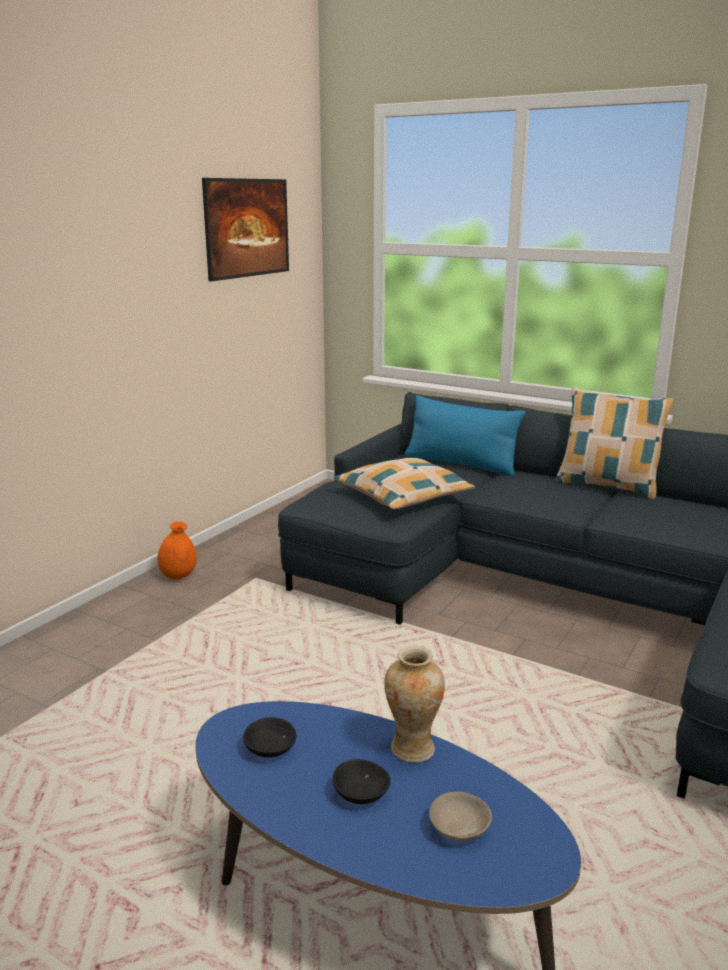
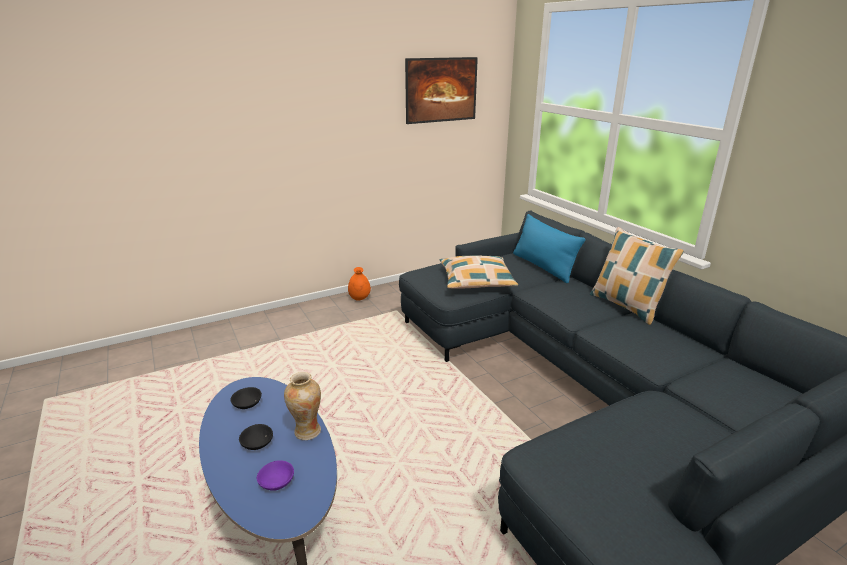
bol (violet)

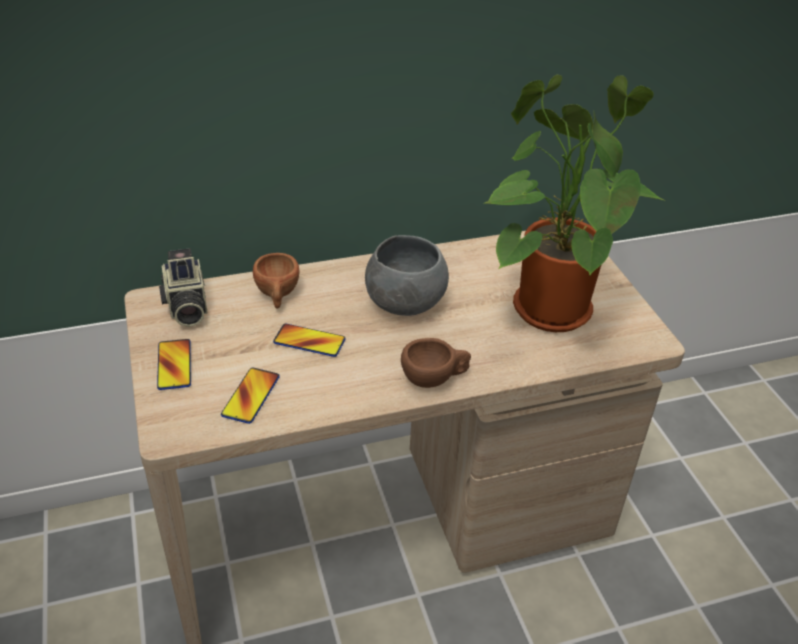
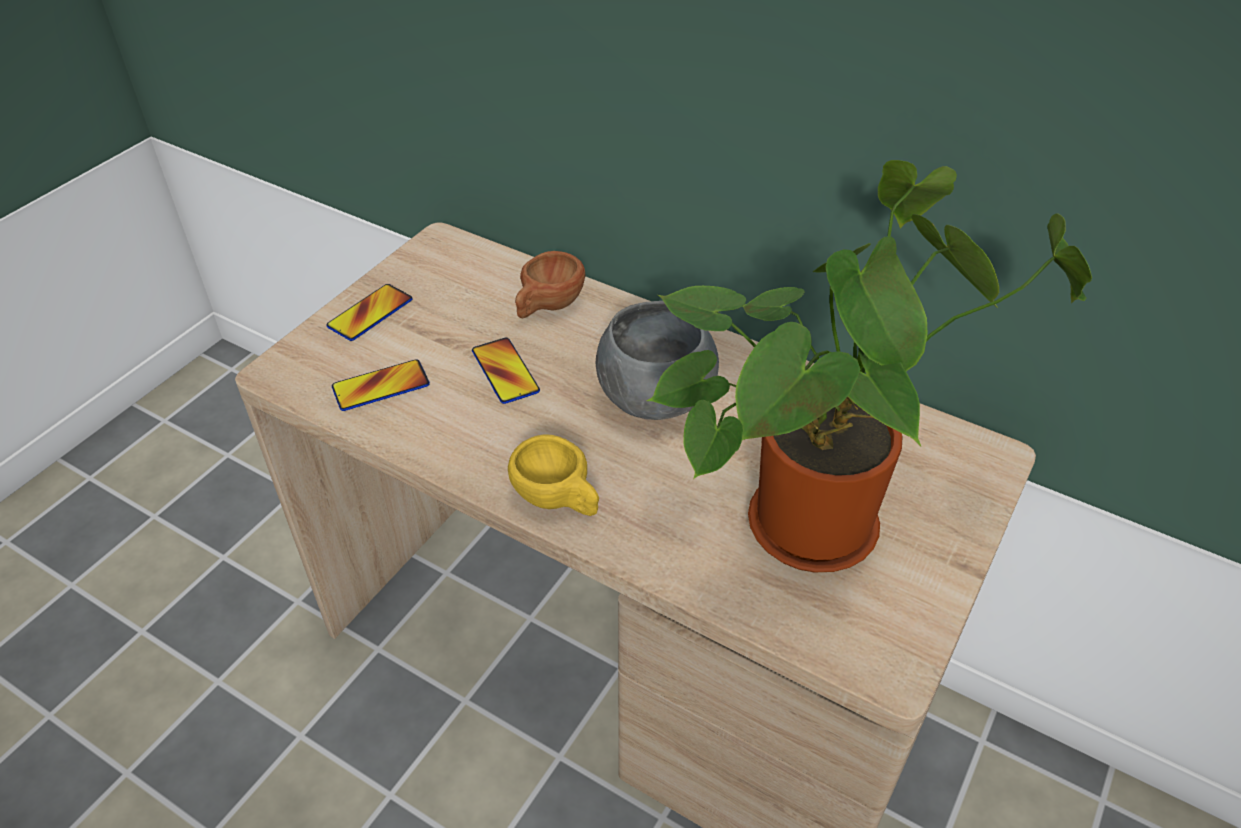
tasse (jaune); appareil photo

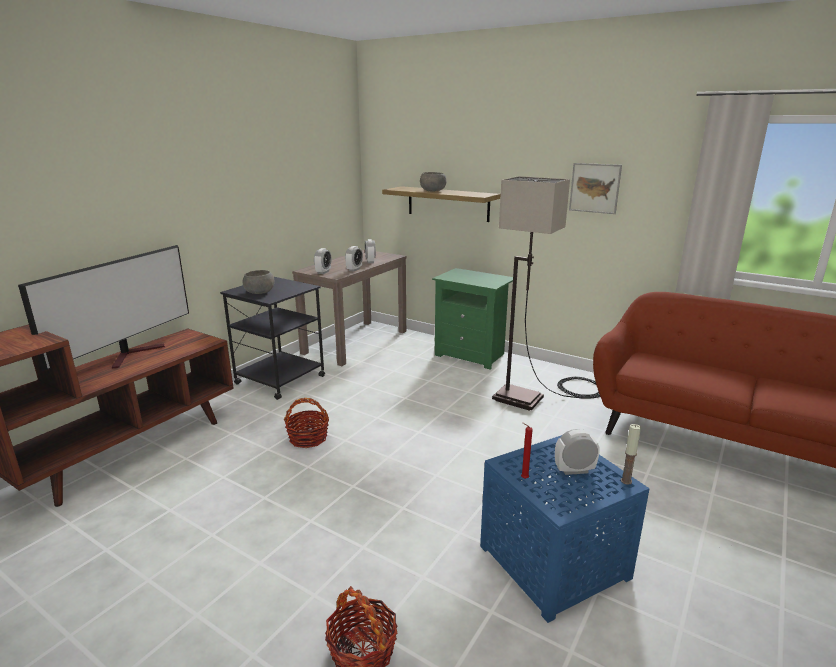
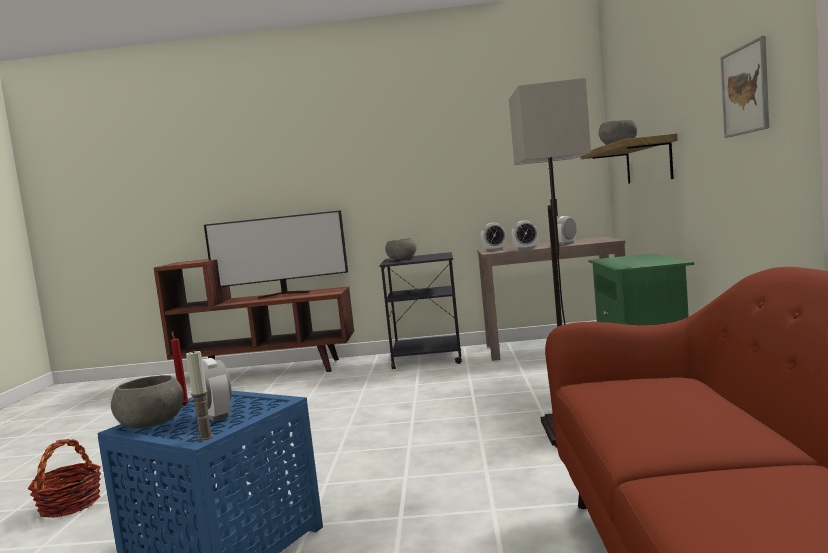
bol (gris) (no. 1 from left); panier (no. 1 from left in the first image)

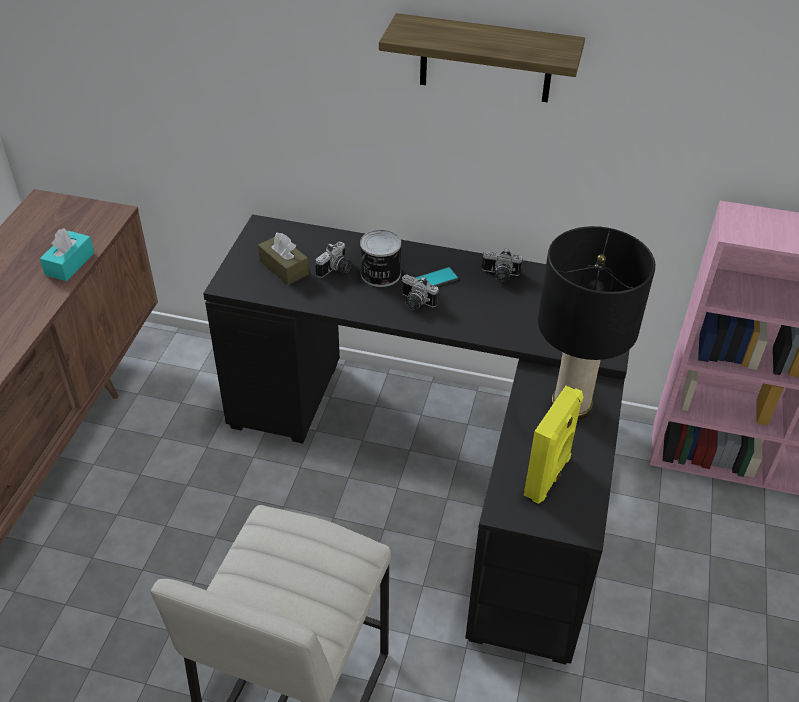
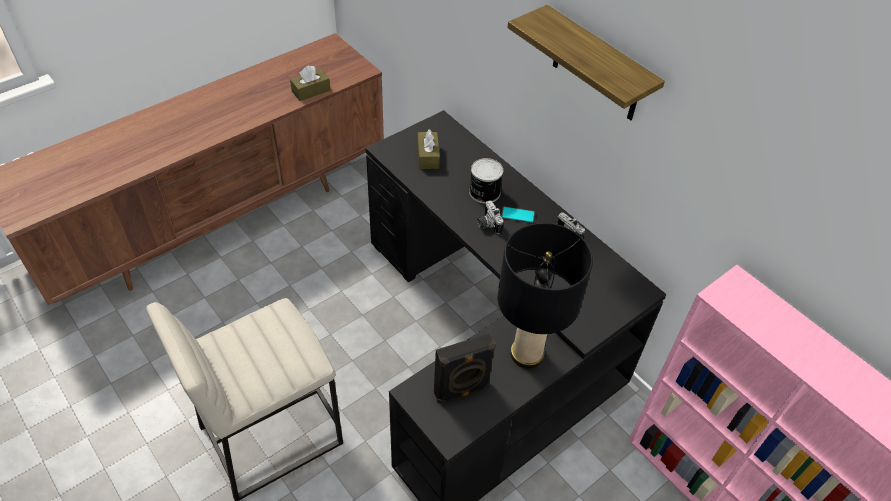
boîte à mouchoirs (marron) (no. 1 from left); enceinte (noir); appareil photo (no. 1 from left in the first image)

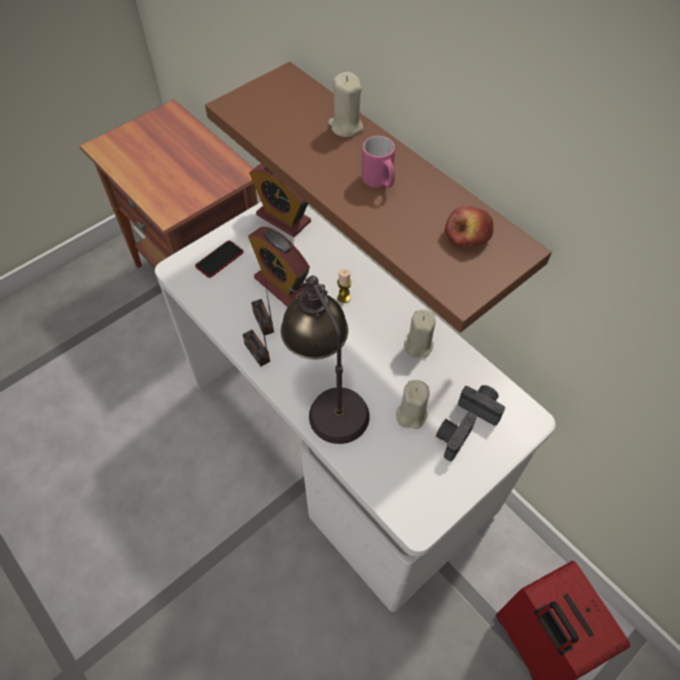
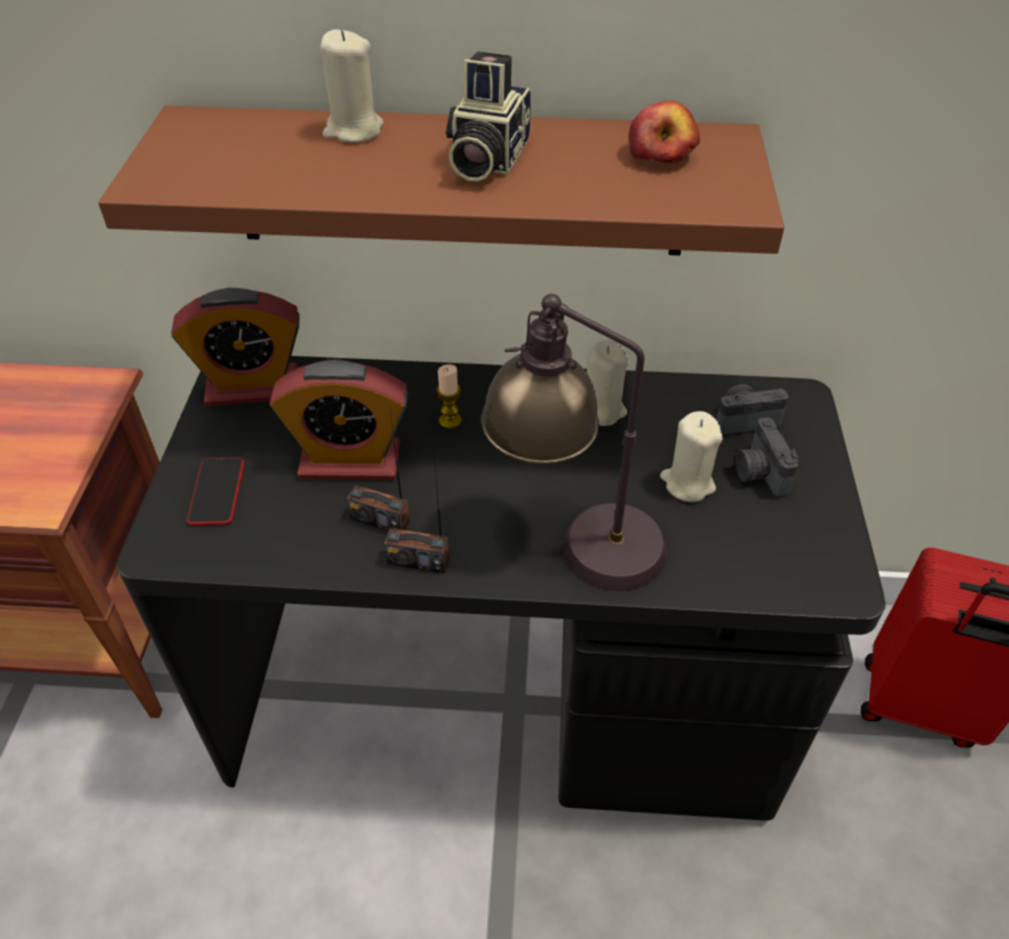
bureau (noir); appareil photo (no. 1 from left)

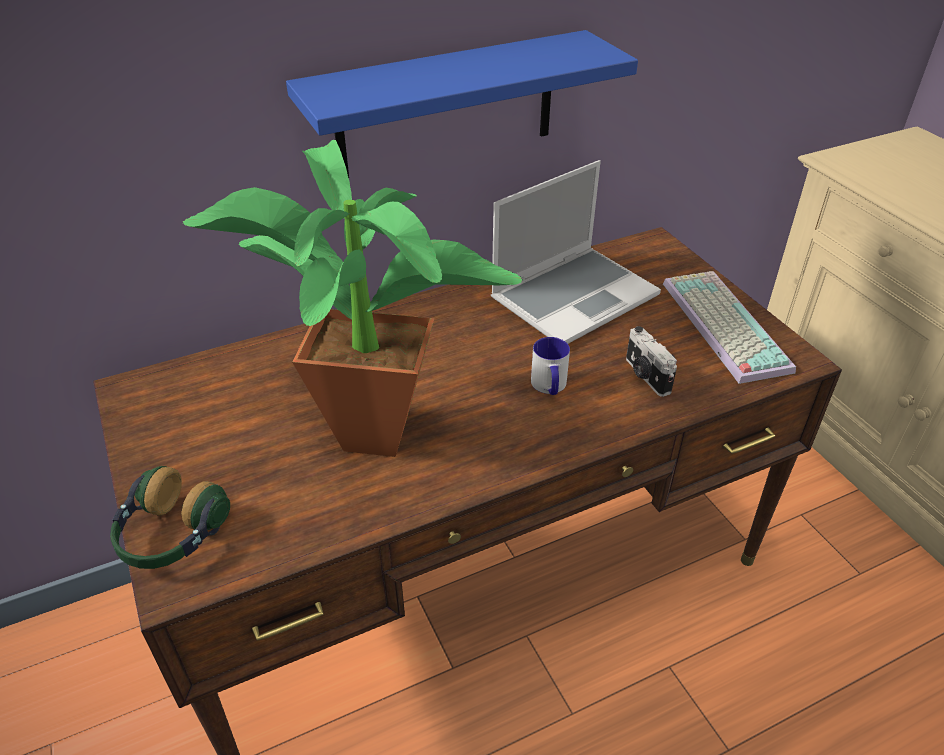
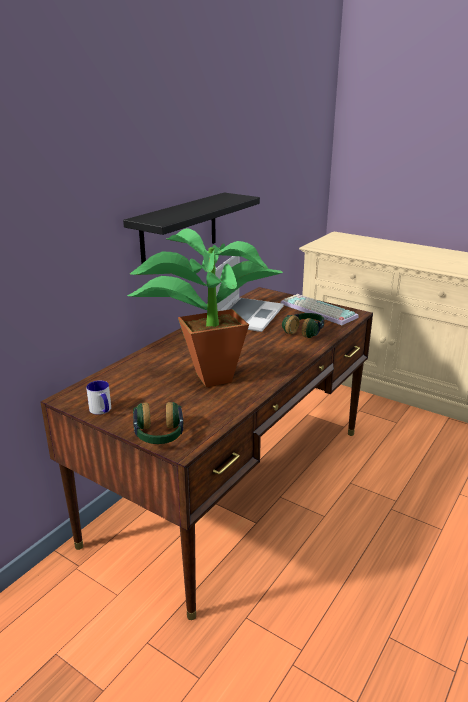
mug; étagère (noir); casque audio (no. 2 from left)

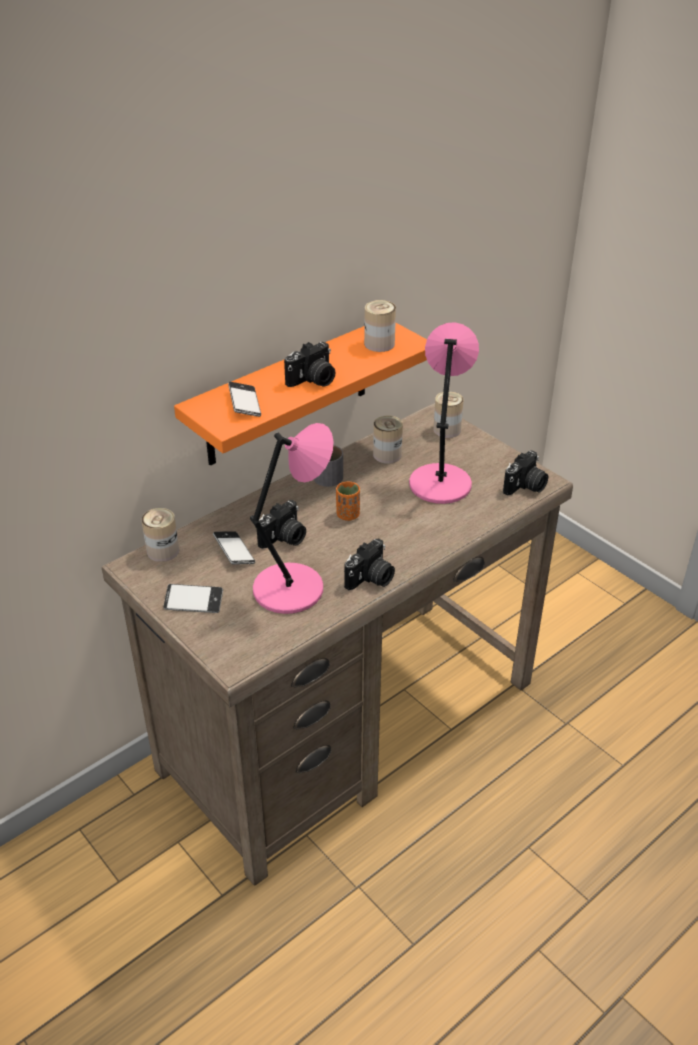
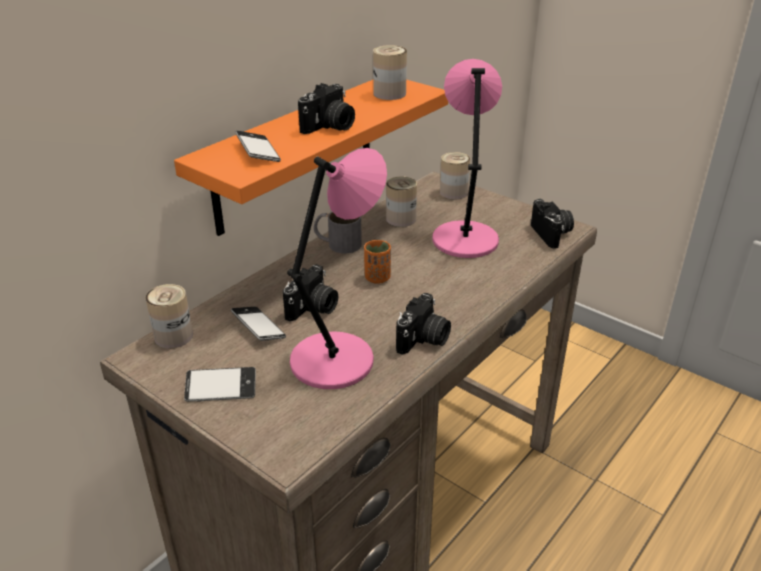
appareil photo (no. 4 from left)

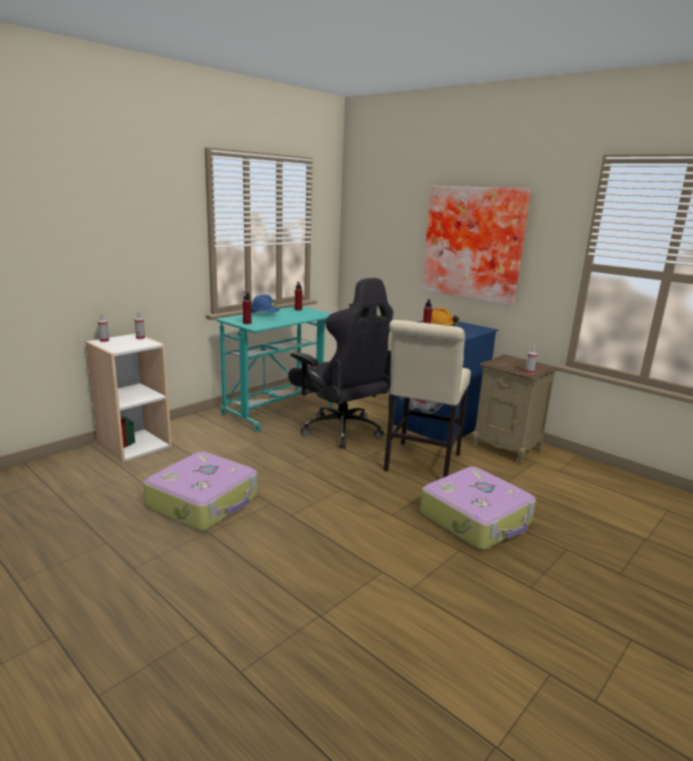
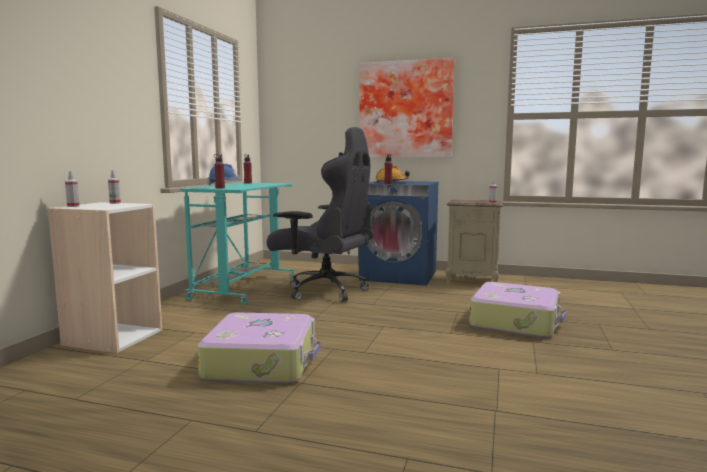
tabouret (beige)

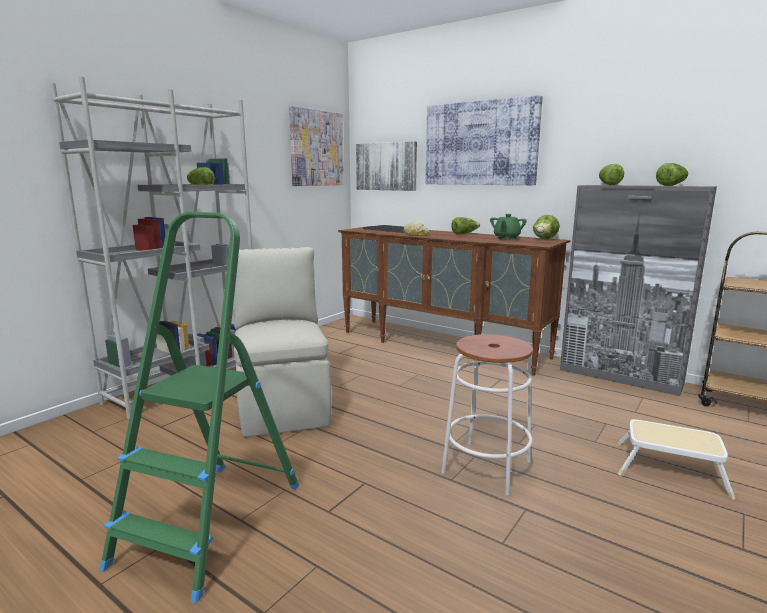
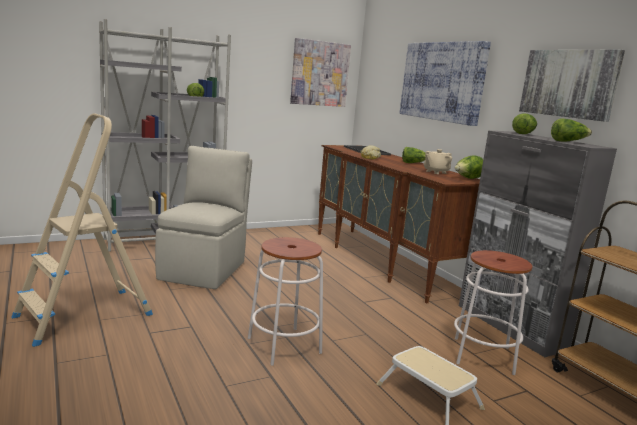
escabeau (beige) (no. 1 from left); théière (beige); tabouret (blanc) (no. 2 from left); tableau (no. 3 from left)

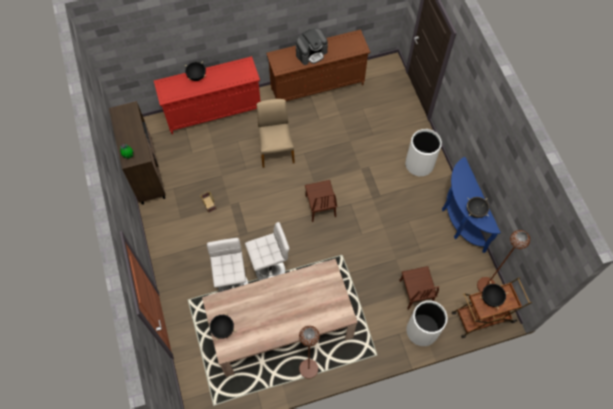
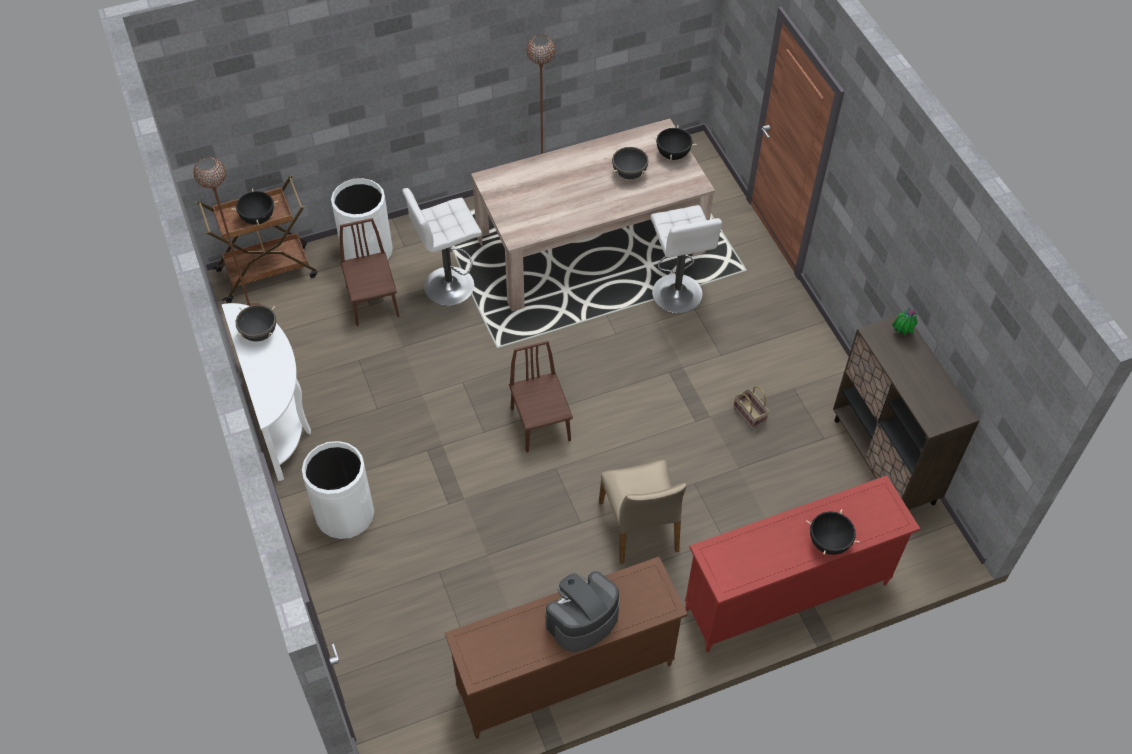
table console (blanc); tabouret (blanc) (no. 1 from left); marmite (noir) (no. 3 from left)

